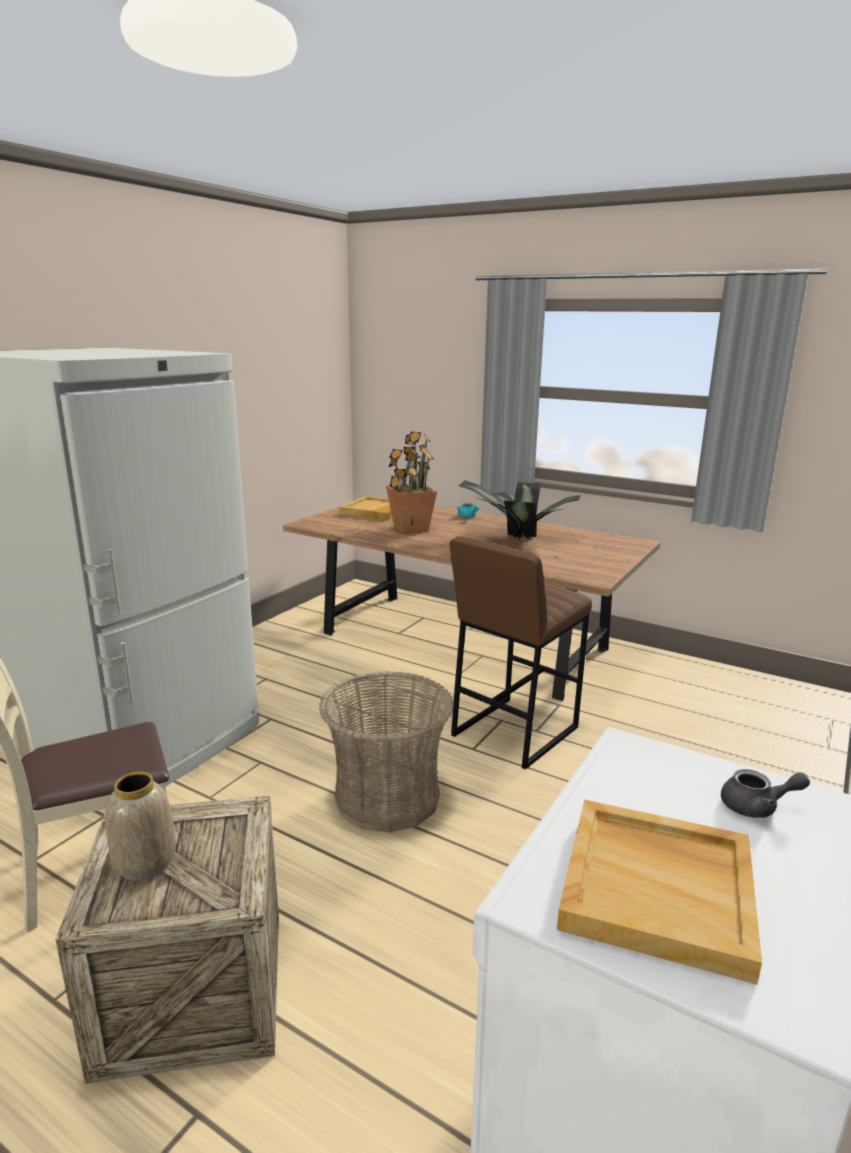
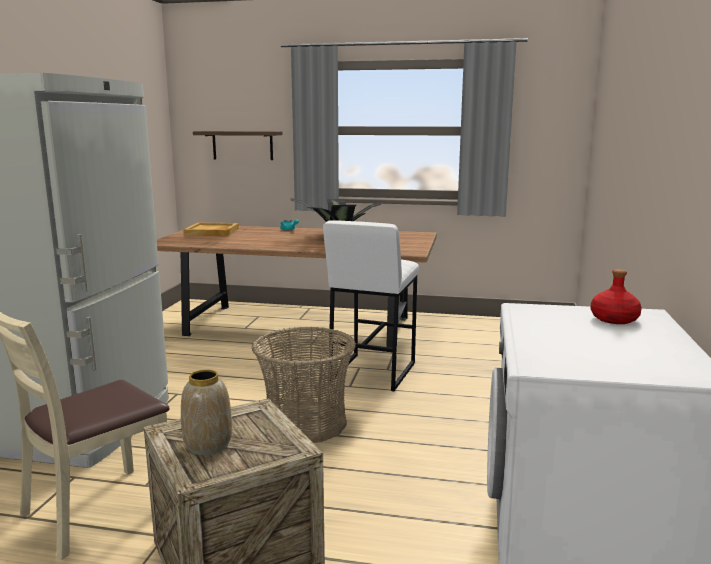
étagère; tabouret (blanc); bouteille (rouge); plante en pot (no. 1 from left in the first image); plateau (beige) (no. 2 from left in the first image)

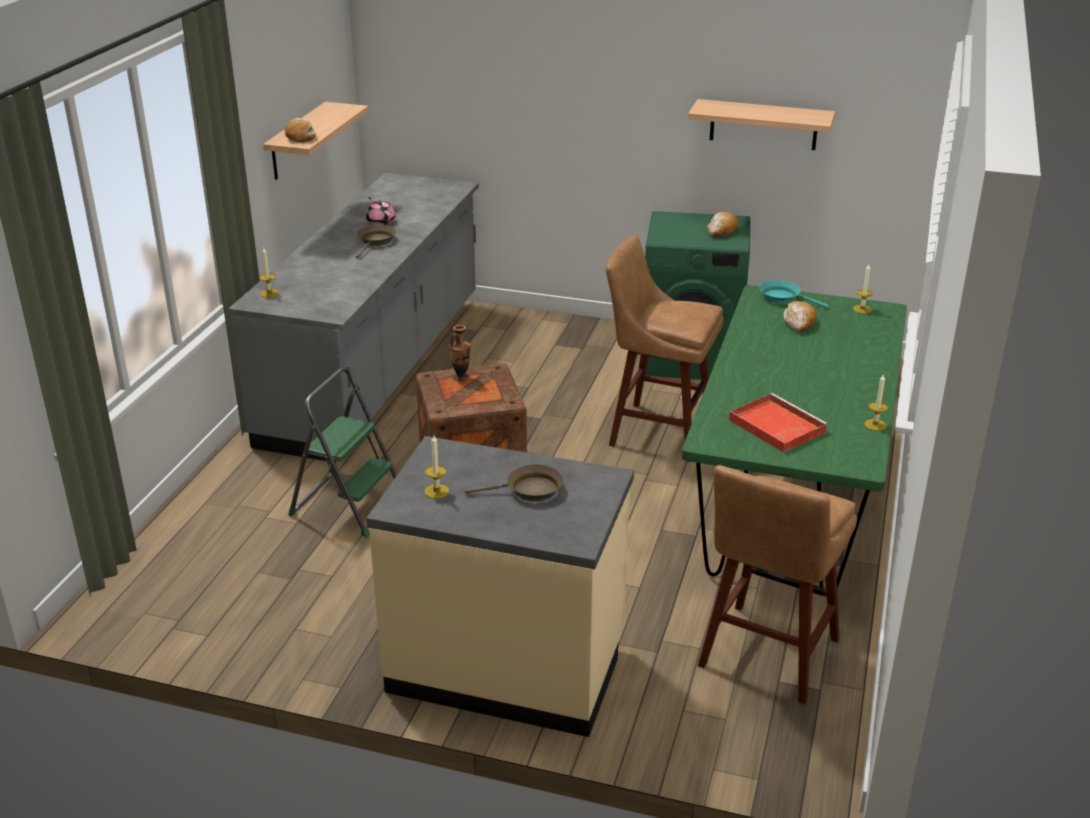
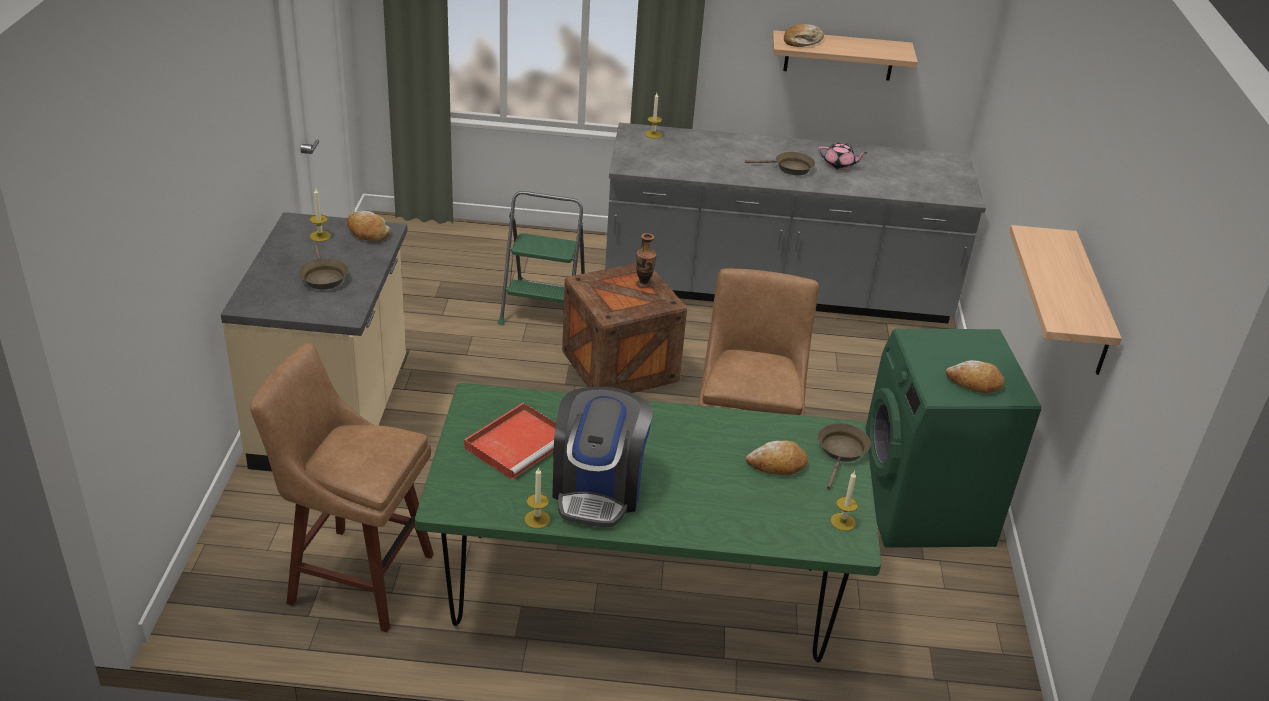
pain (no. 1 from left); machine à café; théière (rose); poêle (marron) (no. 3 from left)

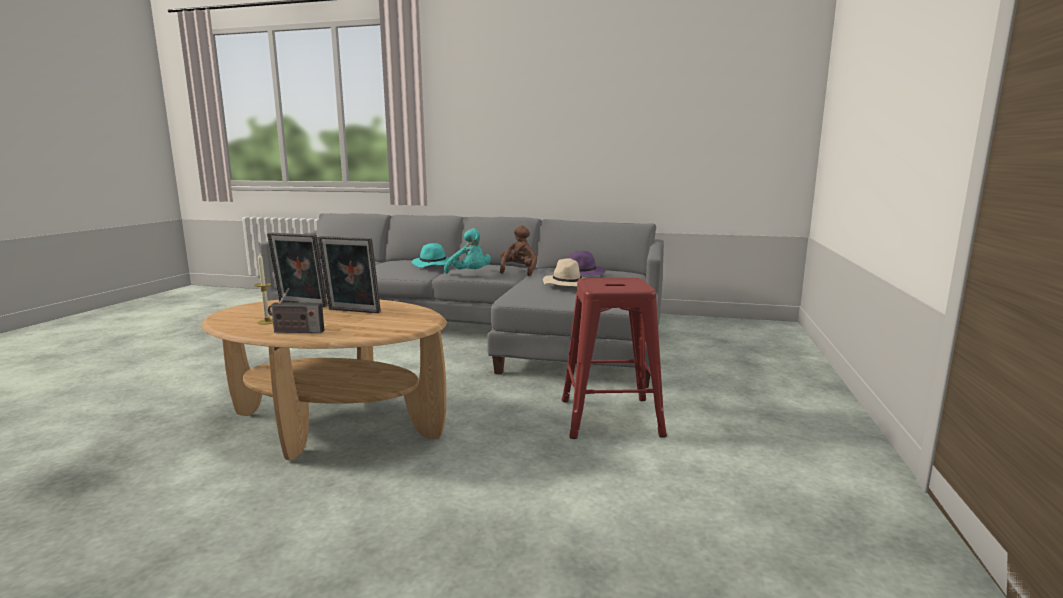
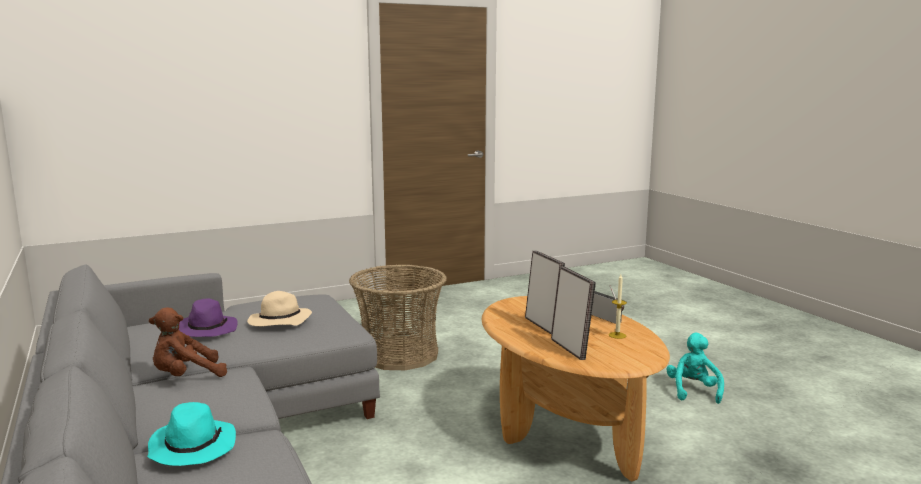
panier; peluche (turquoise)

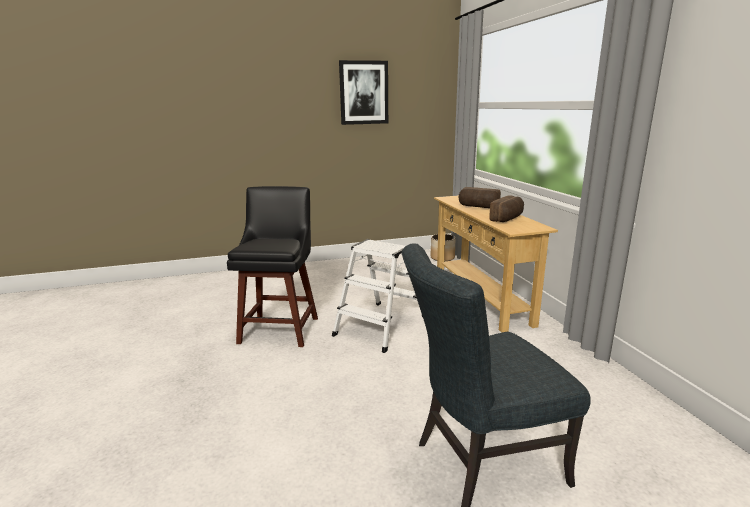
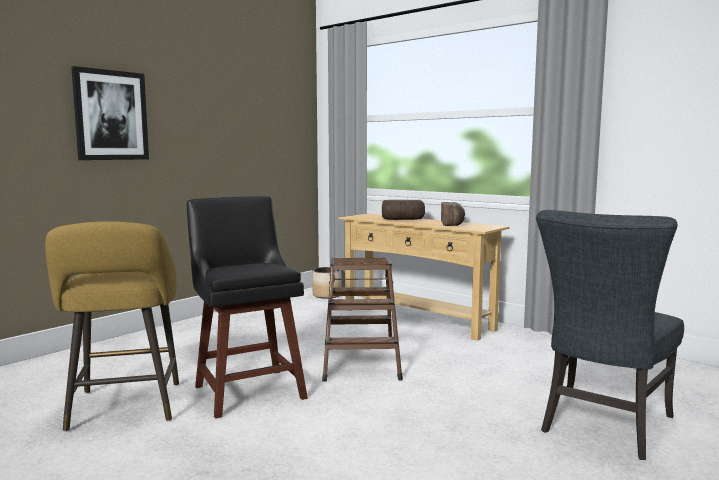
tabouret (jaune); tableau; escabeau (marron)

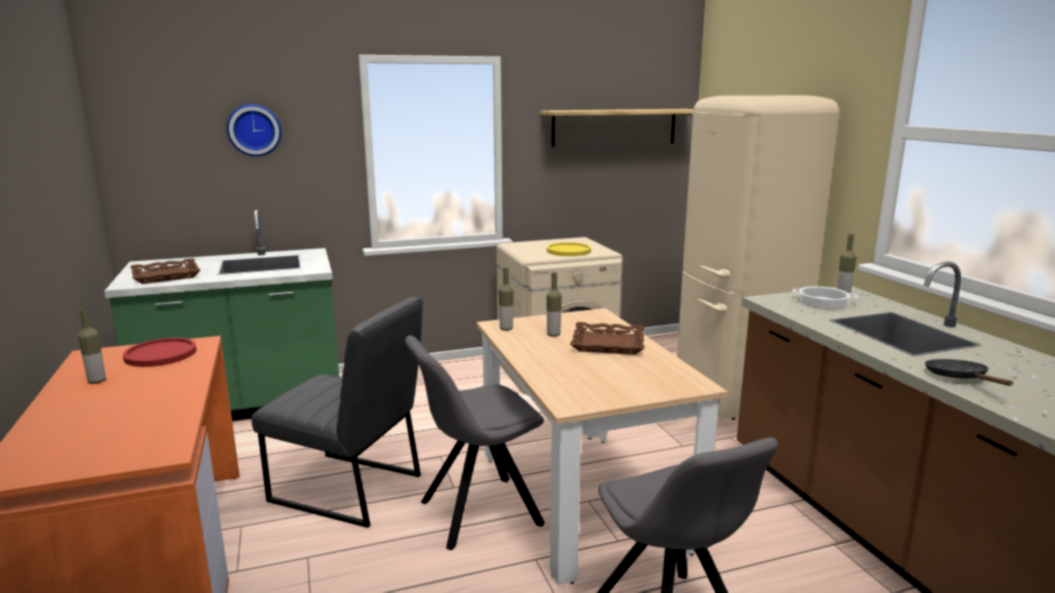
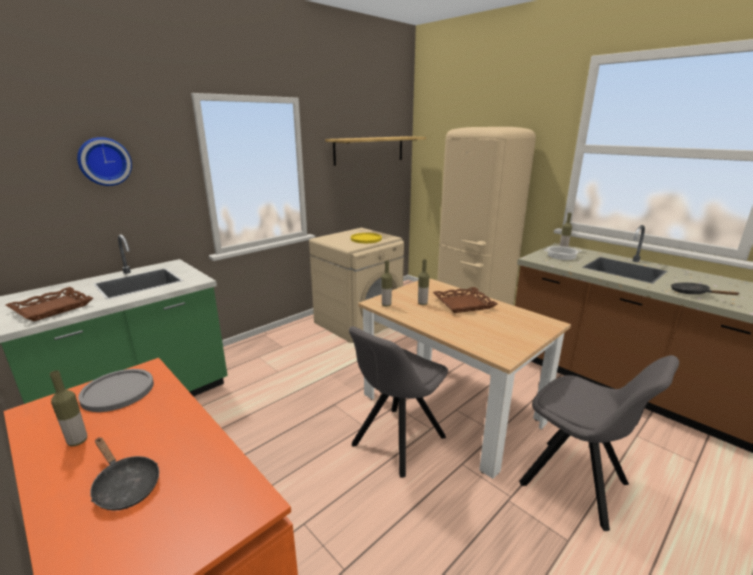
assiette (gris); poêle (noir) (no. 1 from left); chaise (gris) (no. 1 from left in the first image)

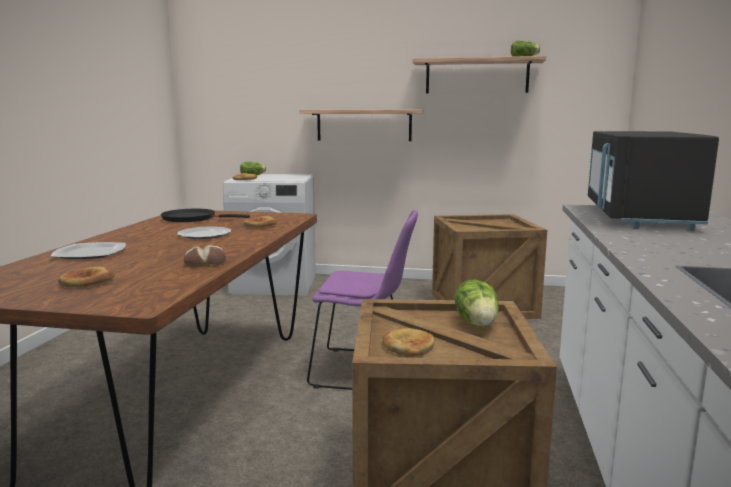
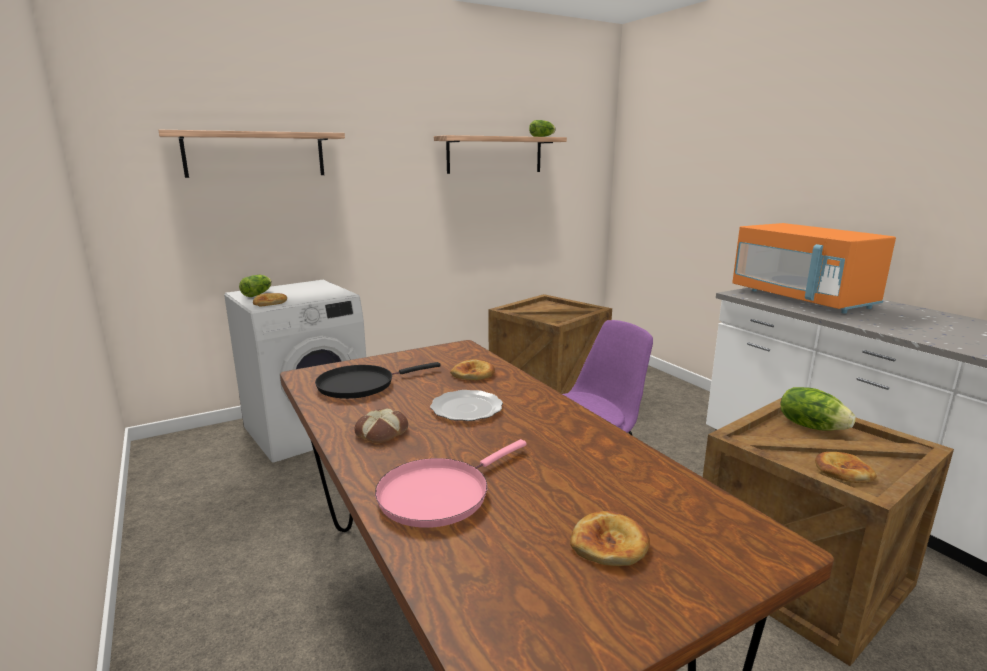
étagère (no. 1 from left); pain (no. 2 from left); poêle (rose); micro-ondes (orange)

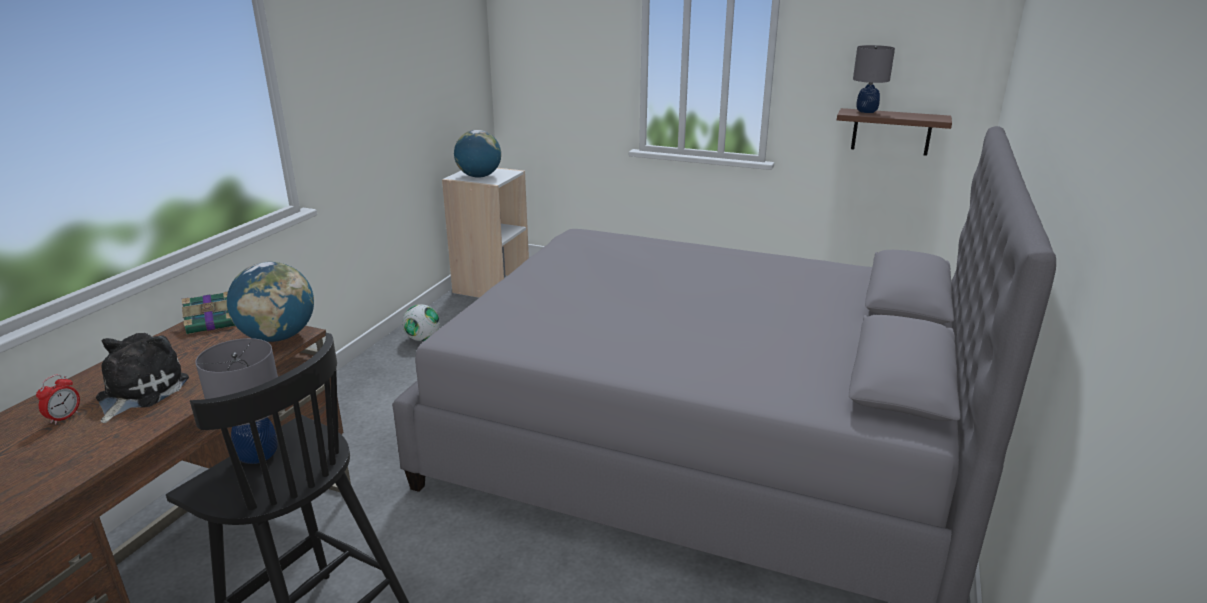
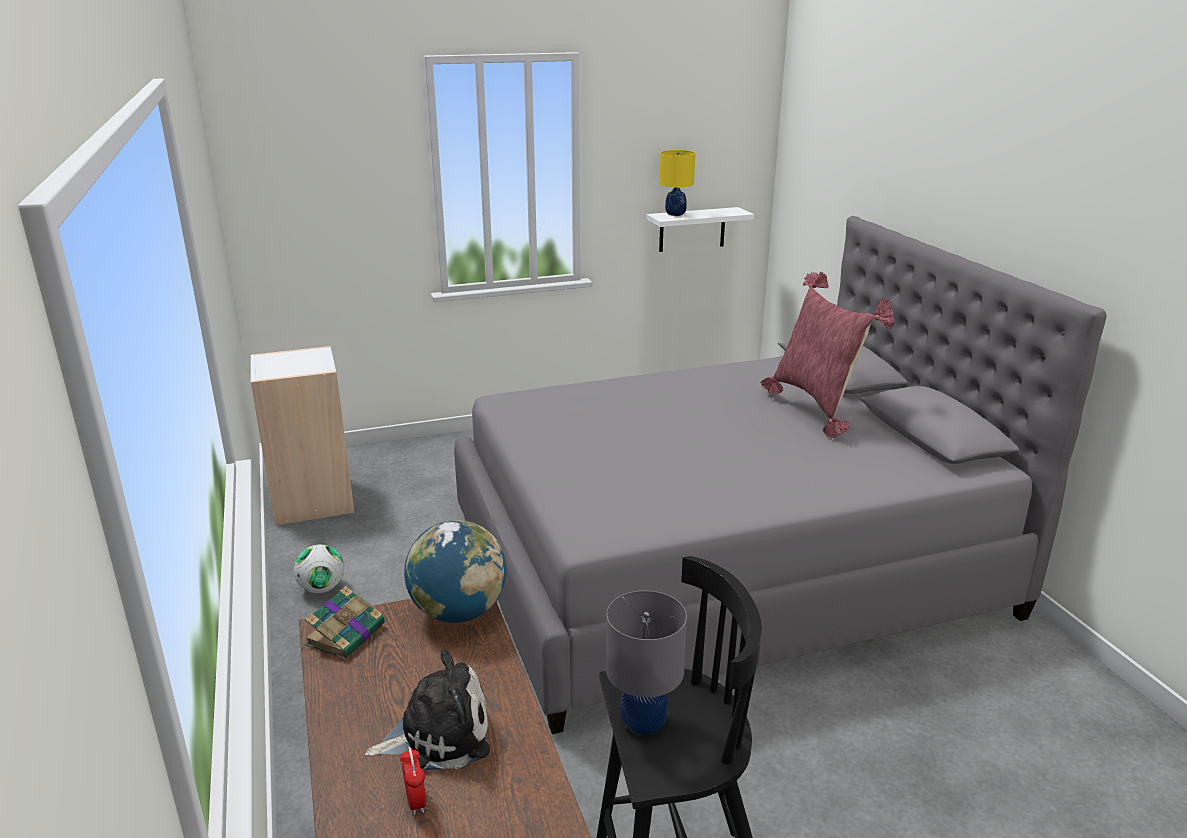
peluche; étagère (blanc); lampe de table (jaune); coussin (rouge); globe (no. 2 from left in the first image)

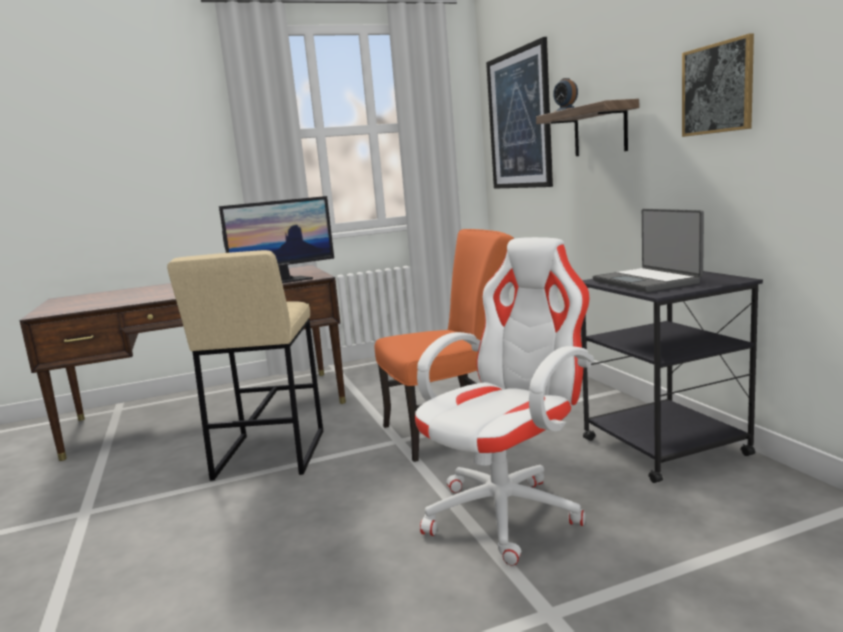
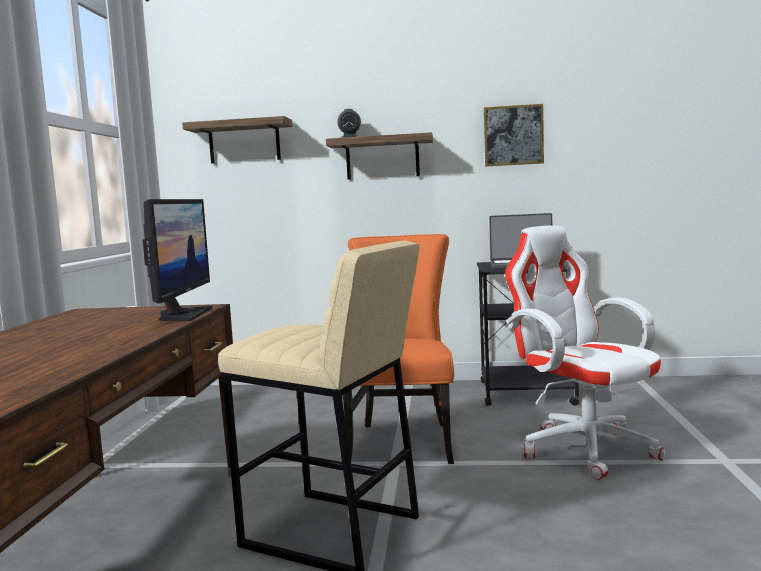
étagère (no. 1 from left)

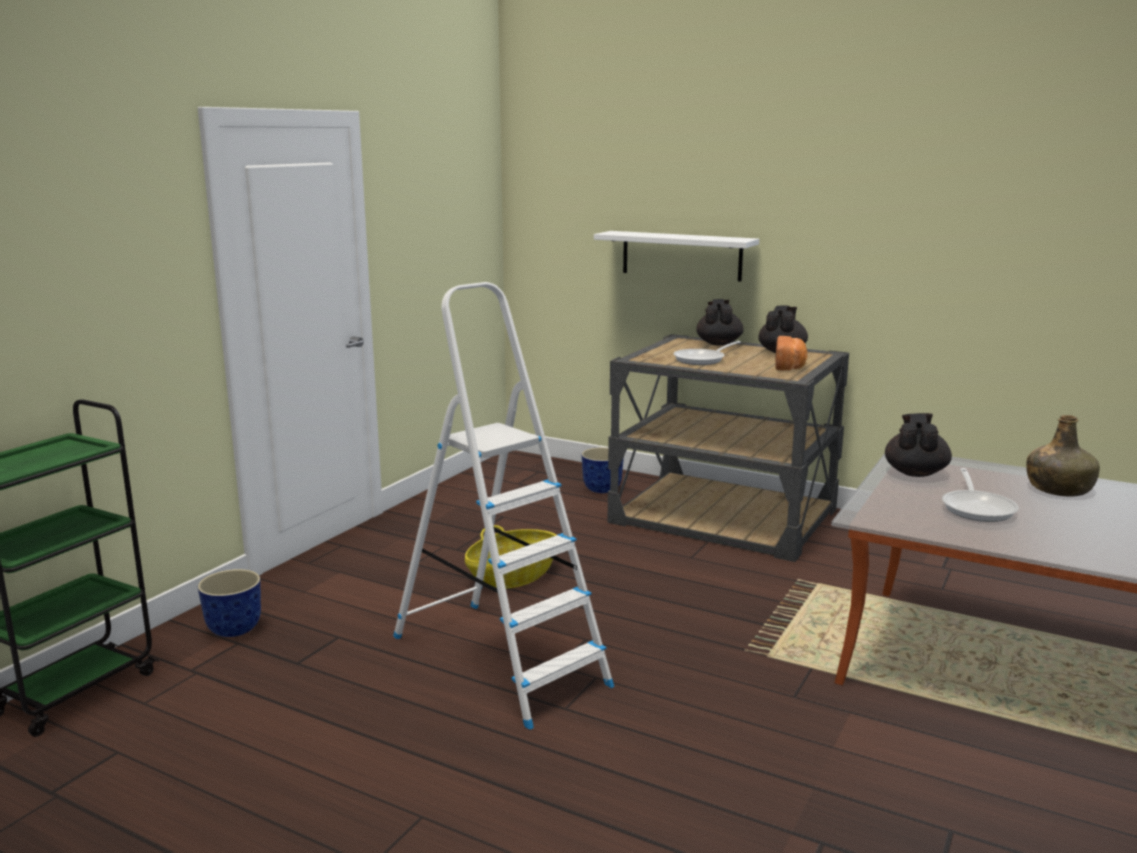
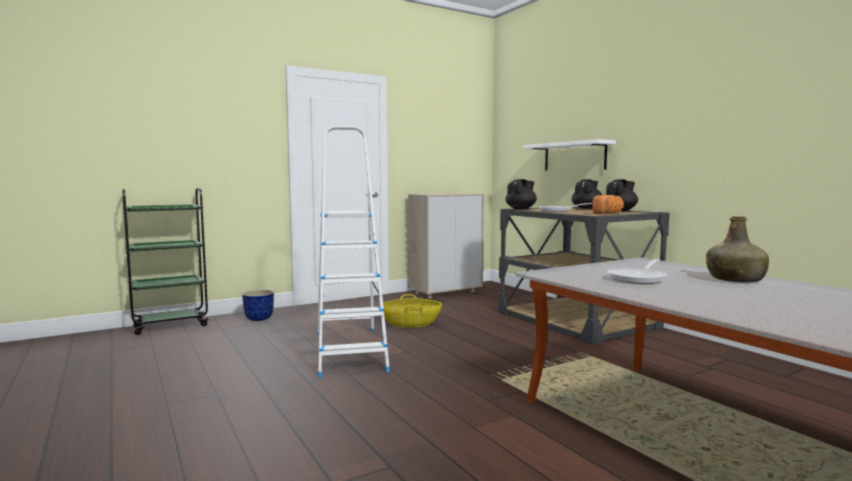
meuble de rangement (beige); théière (noir) (no. 1 from left); cache-pot (no. 2 from left in the first image)

